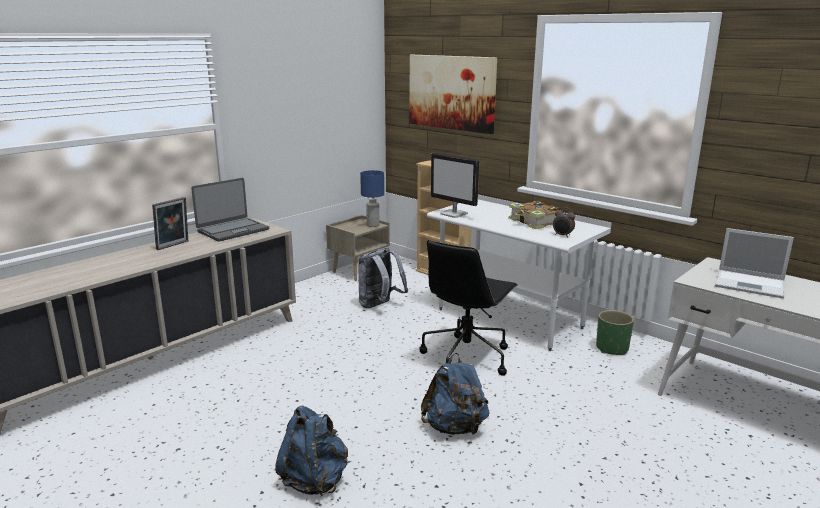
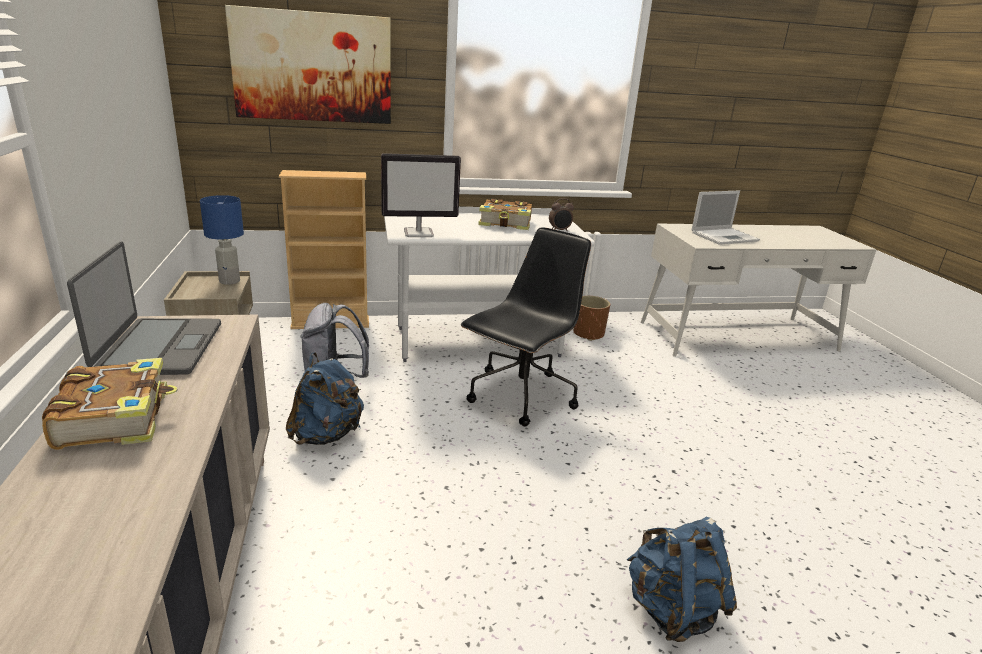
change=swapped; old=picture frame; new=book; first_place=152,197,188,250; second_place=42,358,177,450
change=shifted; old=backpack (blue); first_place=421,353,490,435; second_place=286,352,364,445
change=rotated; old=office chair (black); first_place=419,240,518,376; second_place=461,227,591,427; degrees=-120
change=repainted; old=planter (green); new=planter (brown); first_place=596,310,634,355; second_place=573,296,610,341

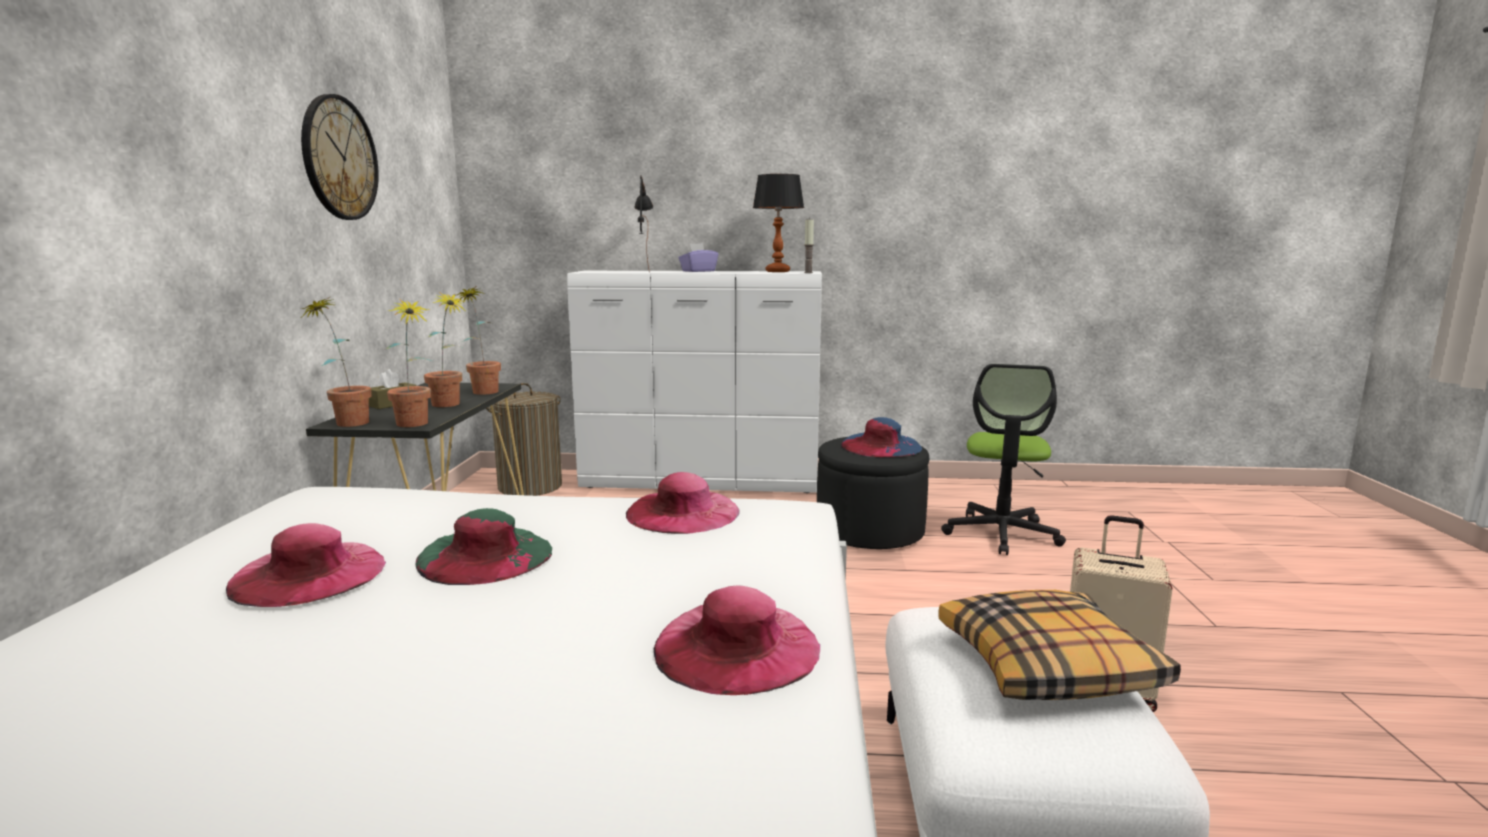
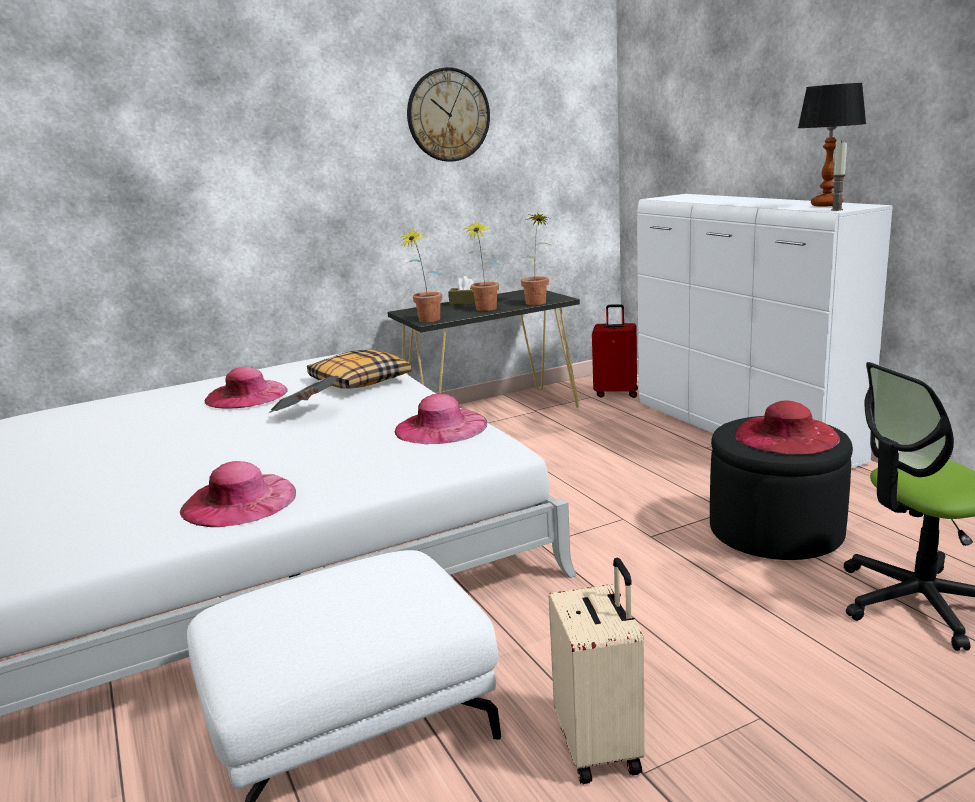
change=swapped; old=hat (green); new=newspaper; first_place=416,508,552,585; second_place=269,376,339,413
change=shifted; old=pillow; first_place=938,590,1181,700; second_place=307,350,411,388
change=swapped; old=laundry basket; new=suitcase (red); first_place=486,383,562,496; second_place=592,304,638,398
change=repainted; old=hat (blue); new=hat (red); first_place=841,417,923,457; second_place=735,400,840,455
change=gone; old=potted plant; first_place=300,296,372,427
change=gone; old=table lamp (black); first_place=634,175,653,269
change=gone; old=tissue box (purple); first_place=679,243,718,272

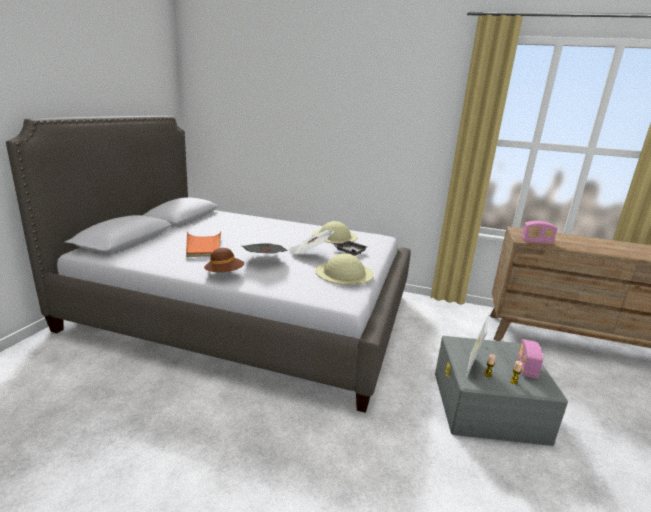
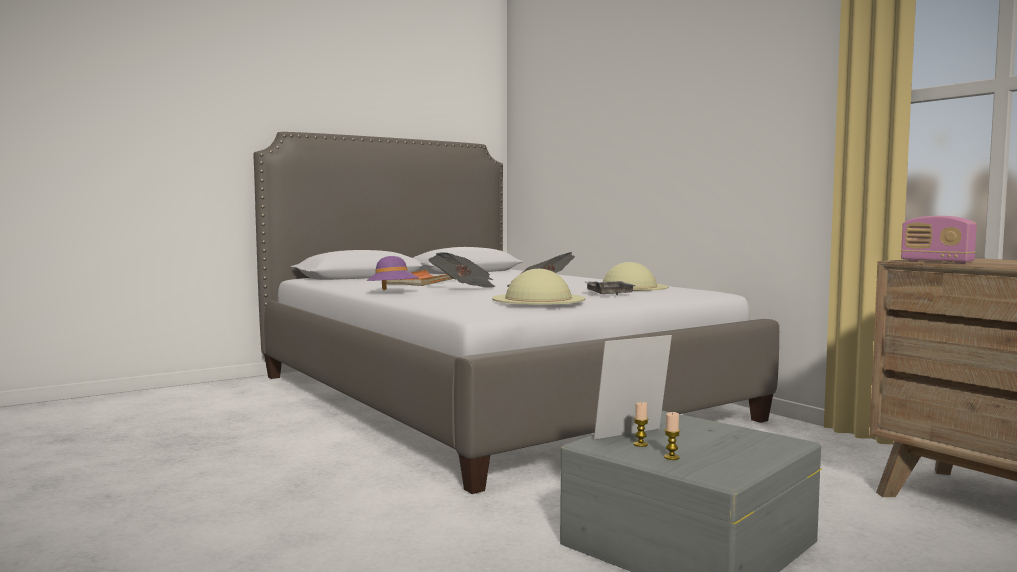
change=repainted; old=hat (brown); new=hat (purple); first_place=204,248,244,272; second_place=366,256,419,290
change=gone; old=radio; first_place=517,339,543,379

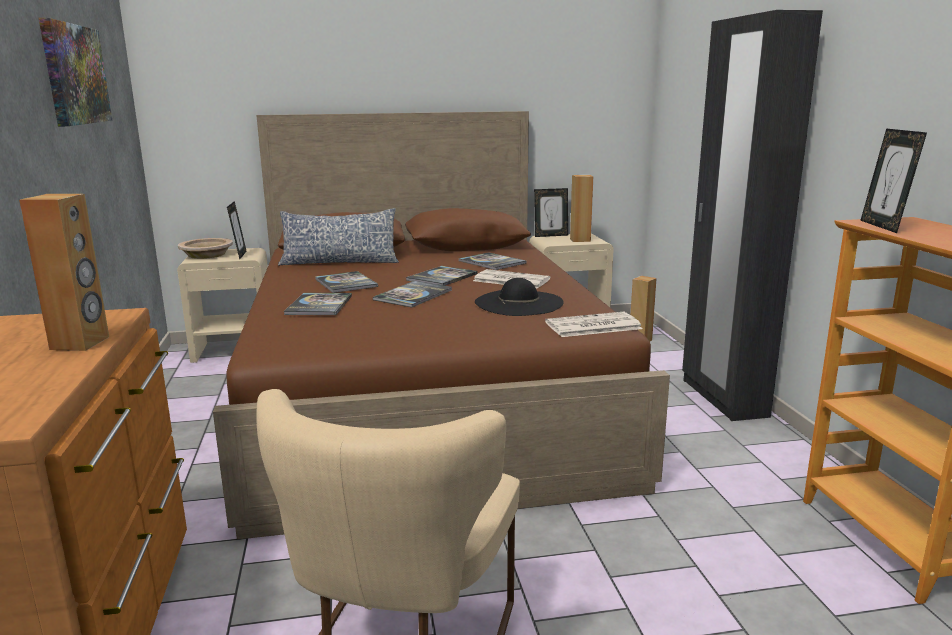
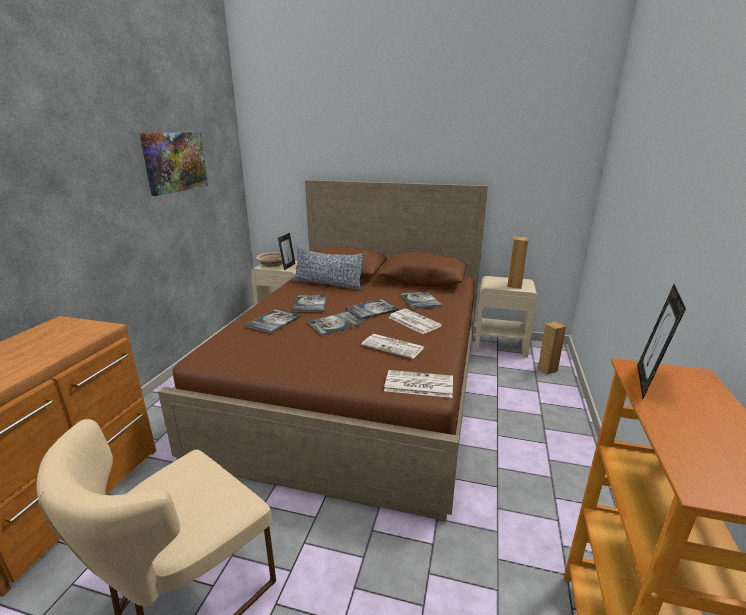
change=swapped; old=hat (black); new=newspaper; first_place=475,278,564,316; second_place=361,334,425,359
change=gone; old=speaker (brown); first_place=19,194,109,351
change=gone; old=picture frame; first_place=534,188,568,237
change=gone; old=wardrobe (black); first_place=682,10,823,421

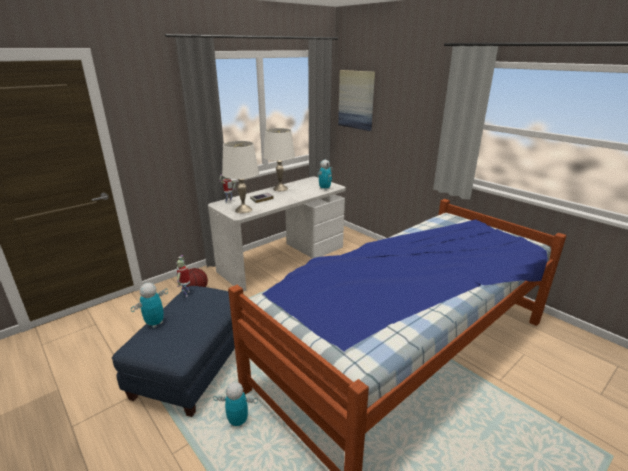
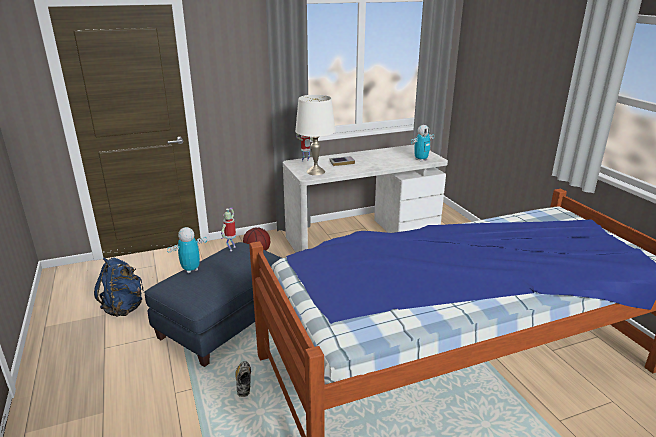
change=new; new=backpack (blue); second_place=94,257,143,317
change=swapped; old=toy robot; new=shoe; first_place=213,382,258,427; second_place=235,361,251,397
change=gone; old=table lamp (white); first_place=263,128,295,191
change=gone; old=picture; first_place=338,70,375,131

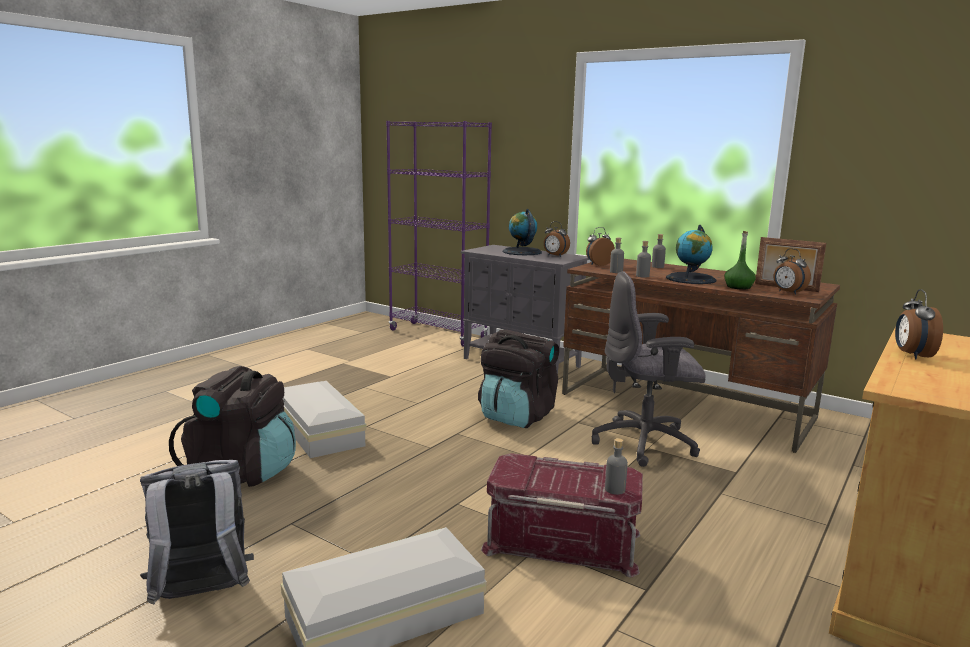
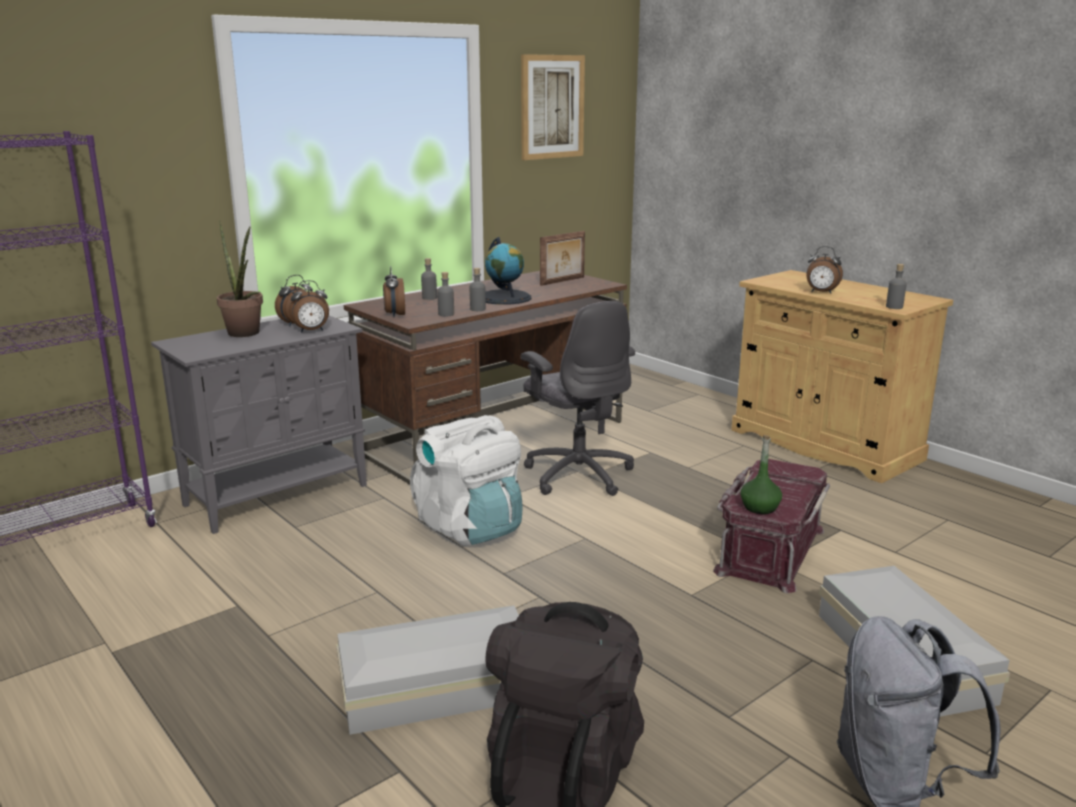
change=swapped; old=globe; new=potted plant; first_place=503,209,542,255; second_place=217,221,263,337
change=shifted; old=alarm clock; first_place=774,248,811,295; second_place=290,280,329,332
change=repainted; old=backpack (black); new=backpack (white); first_place=478,329,559,428; second_place=410,415,523,546
change=new; new=picture; second_place=521,54,585,160
change=rotated; old=office chair (grey); first_place=592,271,706,467; second_place=521,301,635,496; degrees=-45
change=shifted; old=bottle (green); first_place=725,231,756,290; second_place=740,435,782,514
change=shifted; old=bottle (grey); first_place=605,438,628,495; second_place=886,264,907,309

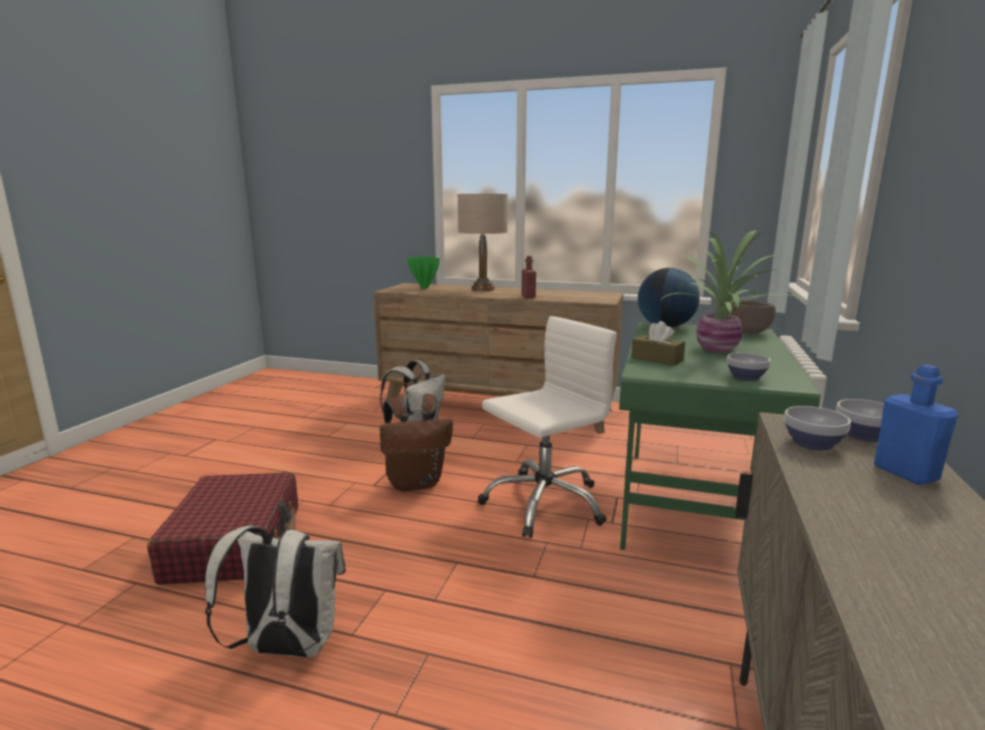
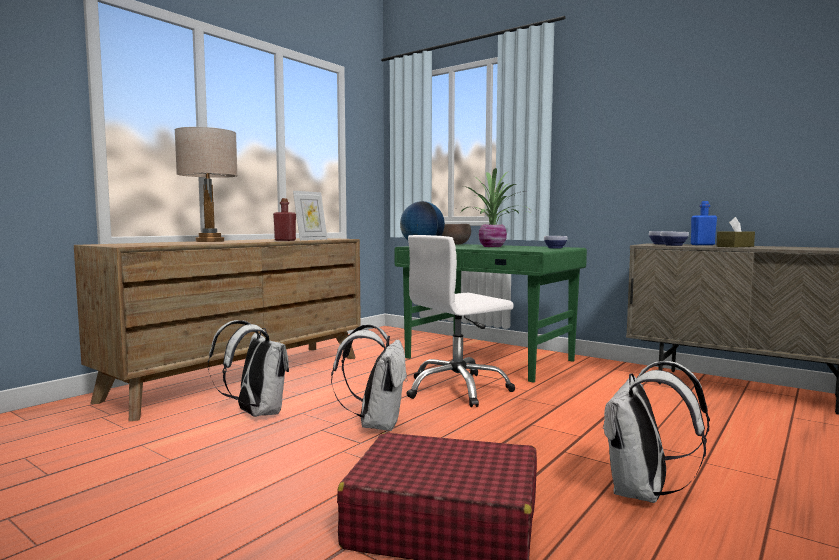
change=new; new=picture frame; second_place=293,191,327,240
change=repainted; old=backpack (brown); new=backpack (white); first_place=379,394,453,492; second_place=331,324,408,431
change=rotated; old=office chair (white); first_place=478,316,617,538; second_place=406,235,515,407; degrees=-105
change=shifted; old=tissue box (brown); first_place=631,321,685,366; second_place=716,217,755,248
change=gone; old=vase (green); first_place=407,257,440,289

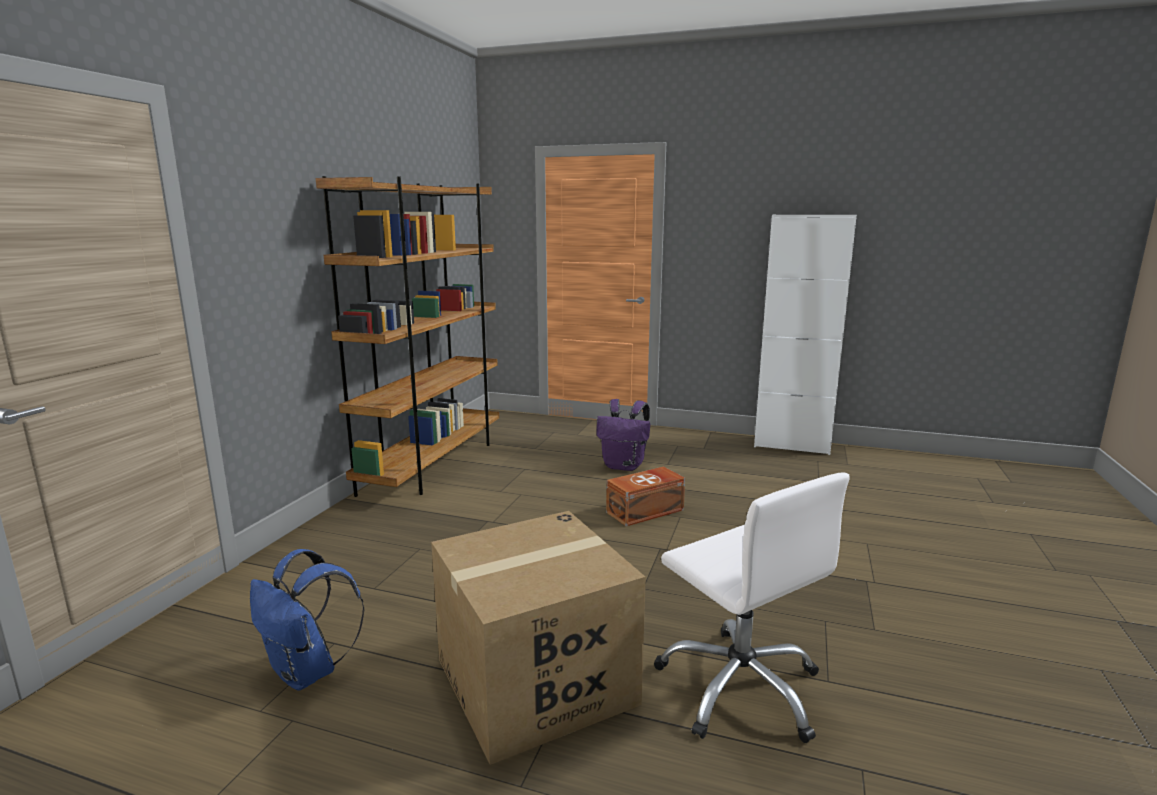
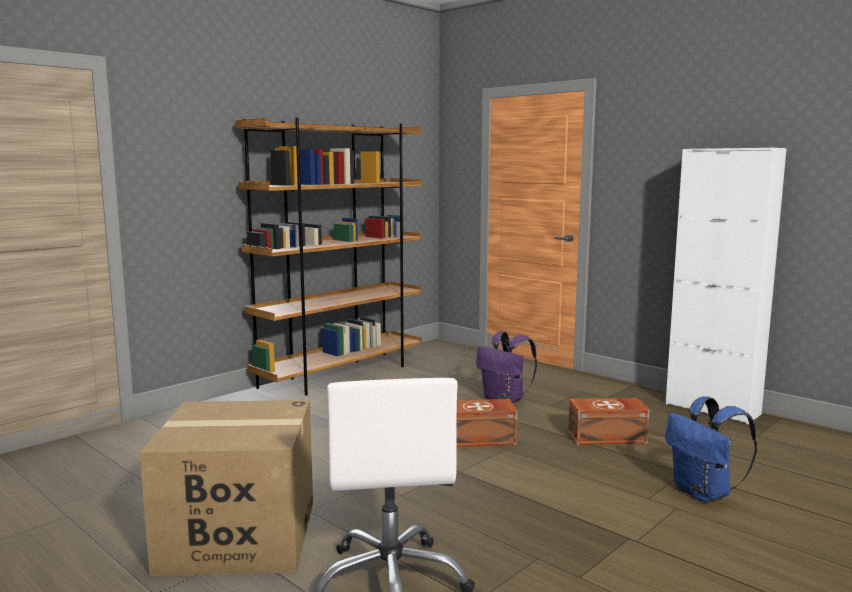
change=new; new=storage box (brown); second_place=568,398,650,445
change=shifted; old=backpack (blue); first_place=250,549,365,691; second_place=665,396,757,502

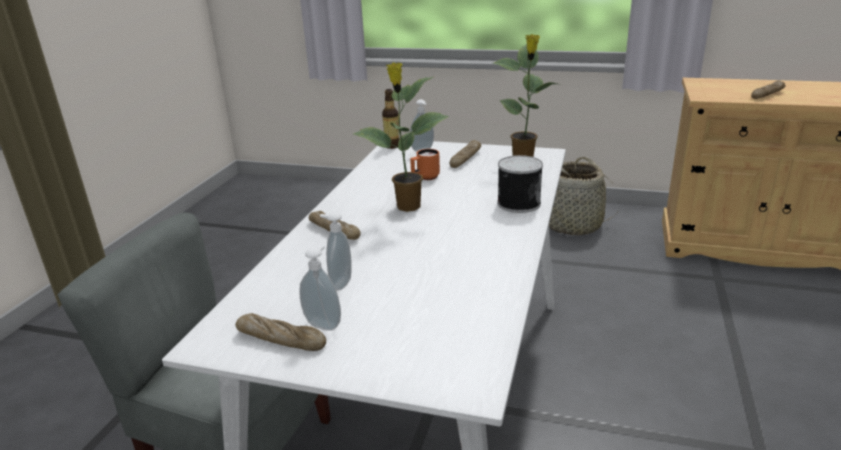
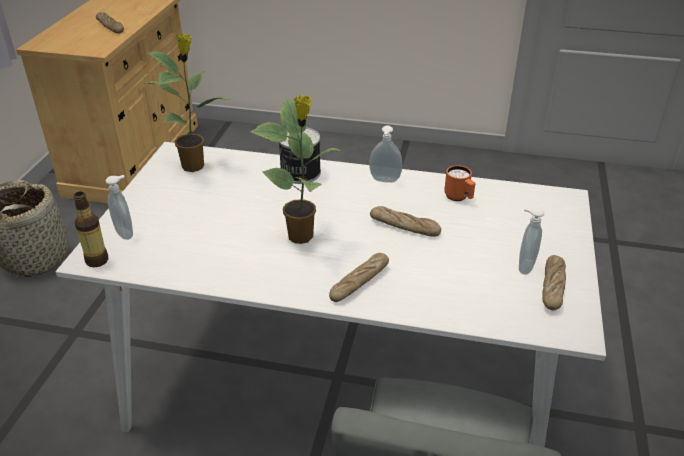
change=shifted; old=soap dispenser; first_place=320,212,351,291; second_place=370,125,402,183
change=shifted; old=bread; first_place=450,140,481,168; second_place=370,206,441,237
change=shifted; old=mug (orange); first_place=410,149,440,180; second_place=444,165,475,201

